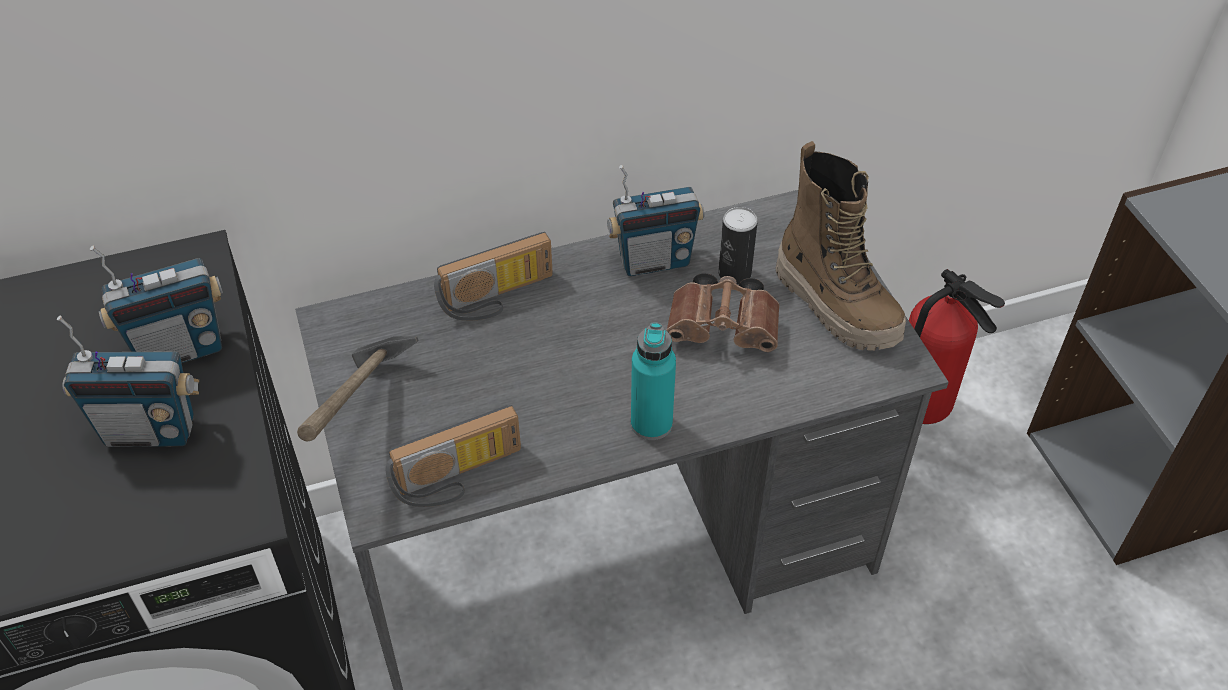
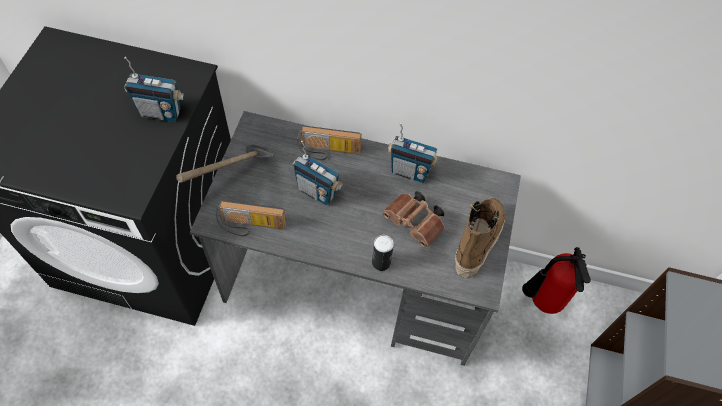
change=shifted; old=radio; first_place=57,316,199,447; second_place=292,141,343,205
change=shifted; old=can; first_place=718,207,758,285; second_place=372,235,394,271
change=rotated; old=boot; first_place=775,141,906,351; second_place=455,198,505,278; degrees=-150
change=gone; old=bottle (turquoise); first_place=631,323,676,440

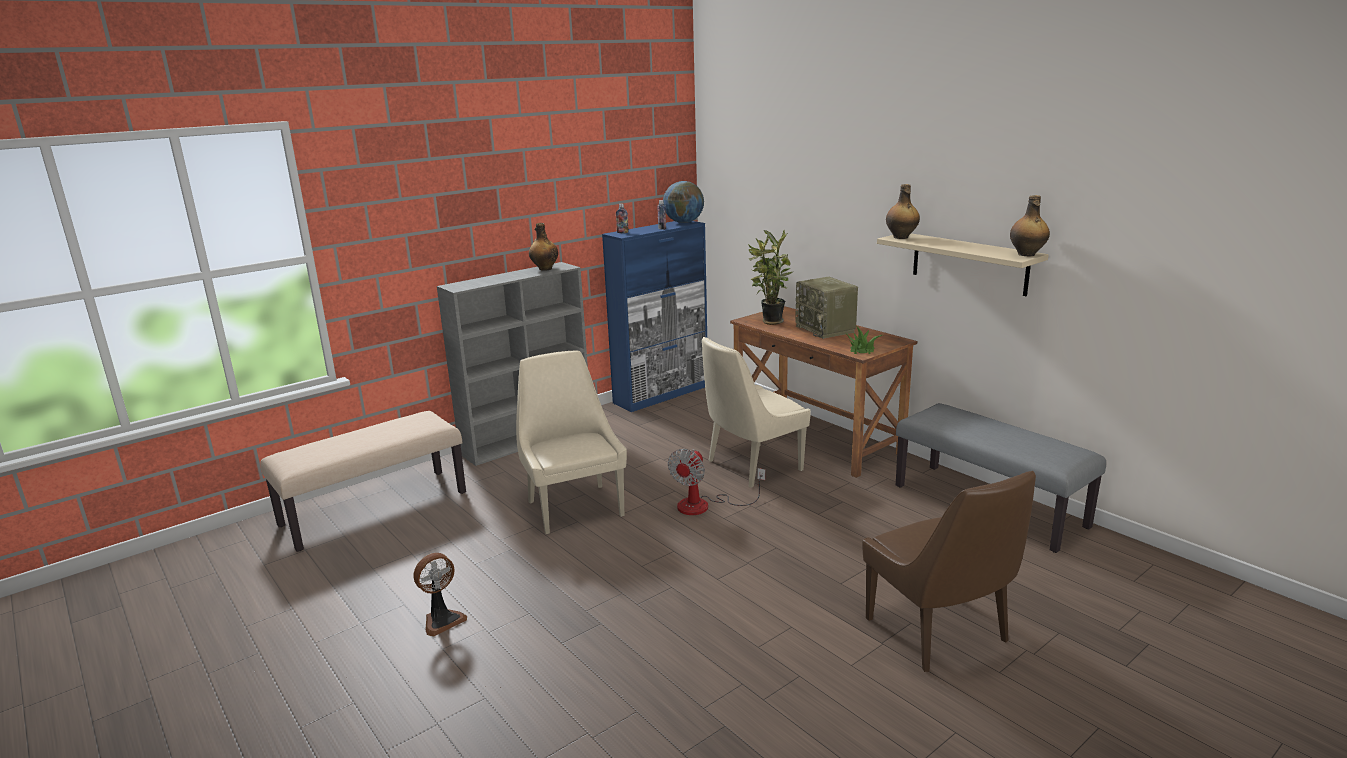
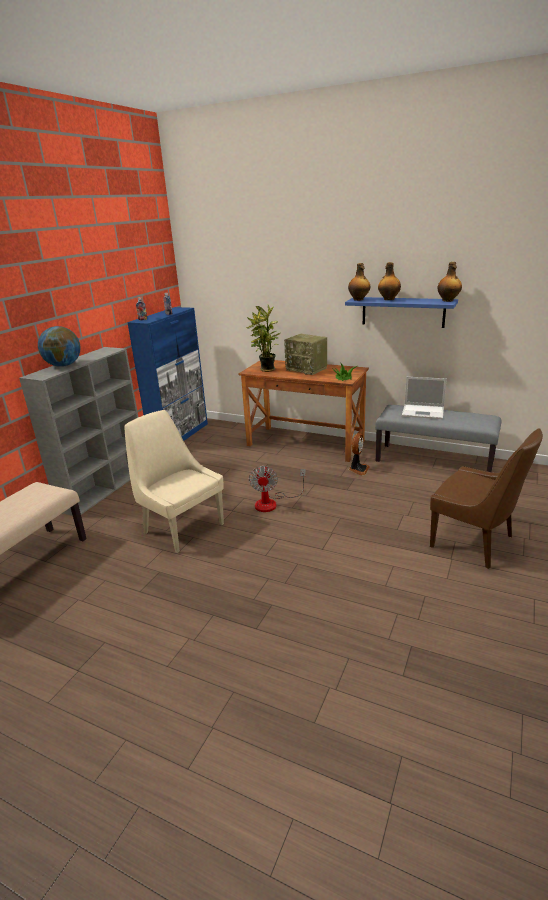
change=shifted; old=globe; first_place=663,181,704,223; second_place=38,326,81,367
change=repainted; old=shelf (beige); new=shelf (blue); first_place=877,233,1049,296; second_place=345,297,458,328
change=shifted; old=fan; first_place=413,553,467,636; second_place=349,433,370,475
change=shifted; old=bottle; first_place=529,223,558,271; second_place=378,262,401,300
change=new; new=laptop; second_place=402,377,447,419
change=gone; old=chair (beige); first_place=702,337,811,488

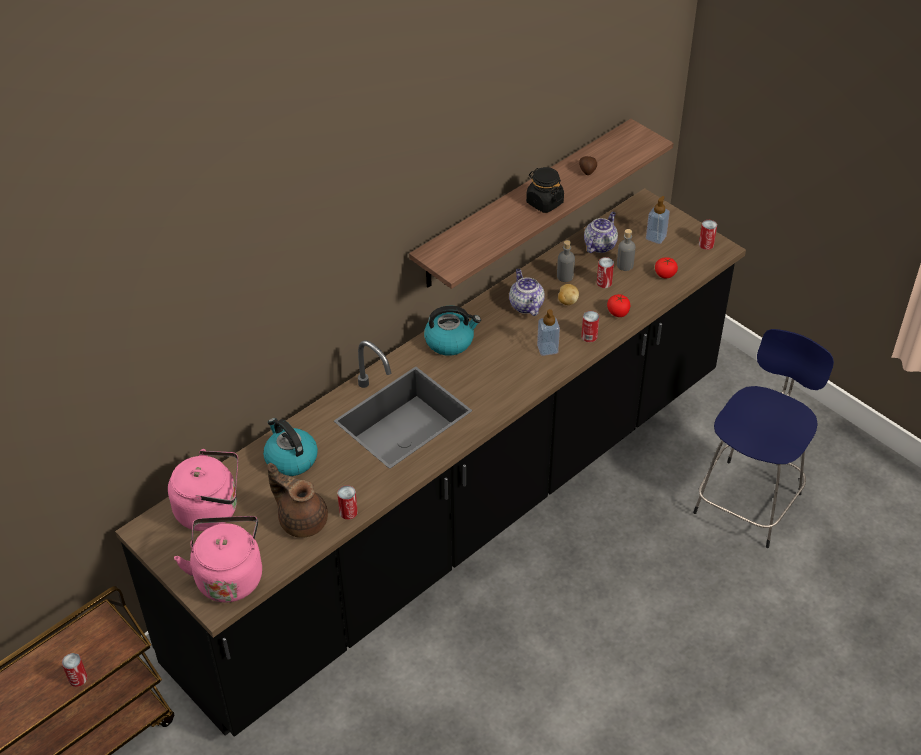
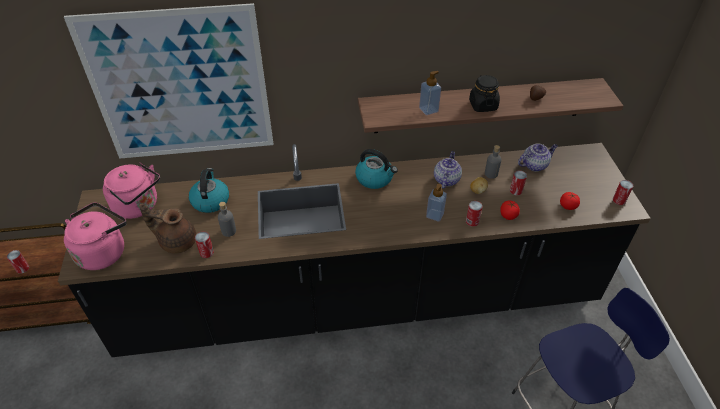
change=new; new=picture; second_place=64,3,274,159
change=rotated; old=teapot (brown); first_place=267,463,328,538; second_place=139,204,196,254; degrees=-60
change=shifted; old=bottle (grey); first_place=617,229,636,271; second_place=218,202,236,237
change=shifted; old=soap dispenser; first_place=646,196,670,244; second_place=419,71,441,115

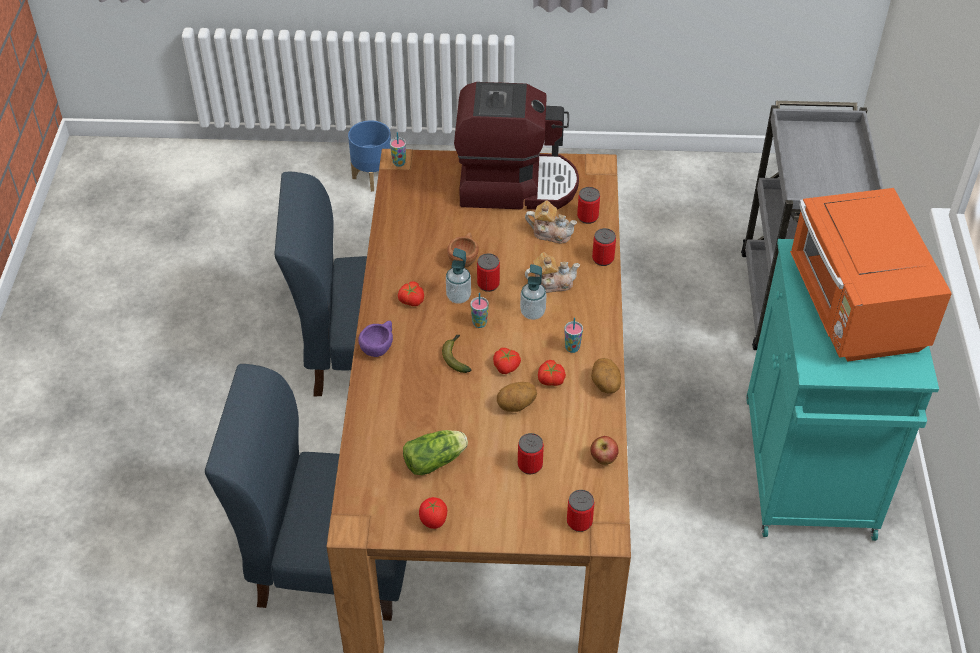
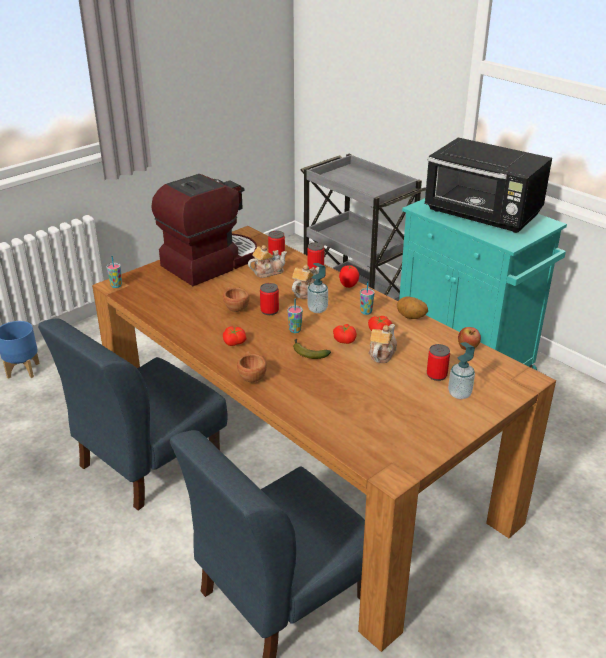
change=repainted; old=cup (purple); new=cup (brown); first_place=358,321,393,357; second_place=237,351,267,382
change=shifted; old=tomato; first_place=419,497,447,529; second_place=339,265,359,288
change=swapped; old=potato; new=teapot; first_place=497,382,537,412; second_place=368,324,397,363
change=repainted; old=microwave (orange); new=microwave (black); first_place=790,188,952,362; second_place=424,137,552,233
change=shifted; old=soap dispenser; first_place=446,248,471,304; second_place=448,342,475,399
change=gone; old=lettuce; first_place=403,430,468,475
change=gone; old=can; first_place=567,490,594,532

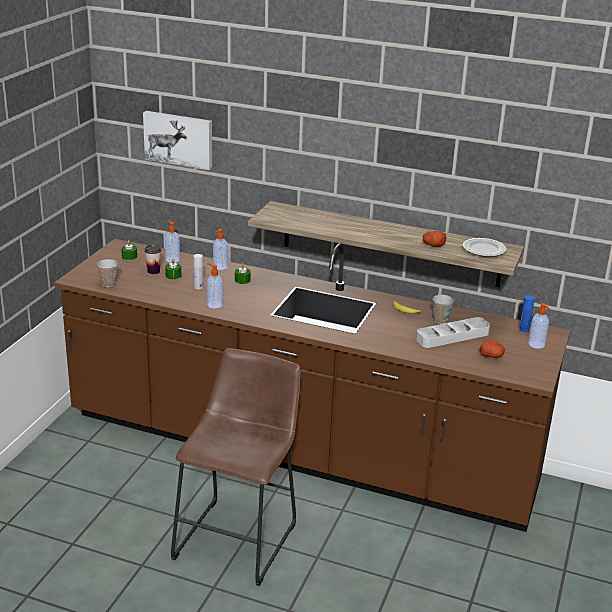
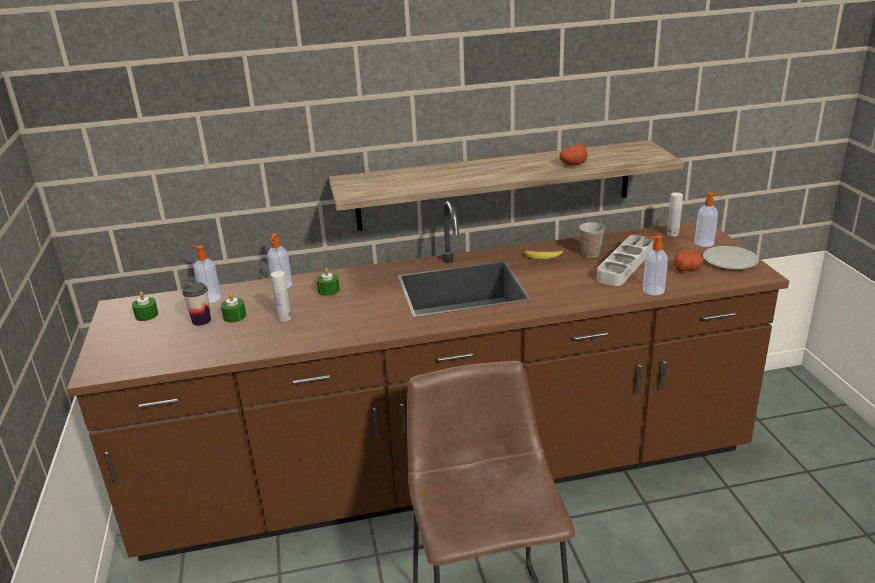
change=shifted; old=soap dispenser; first_place=207,263,223,309; second_place=643,235,668,296
change=repainted; old=bottle (blue); new=bottle (white); first_place=519,295,535,332; second_place=667,192,683,237
change=shifted; old=plate; first_place=463,238,507,257; second_place=703,246,759,270
change=gone; old=cup; first_place=97,259,118,287
change=gone; old=picture; first_place=143,111,212,170

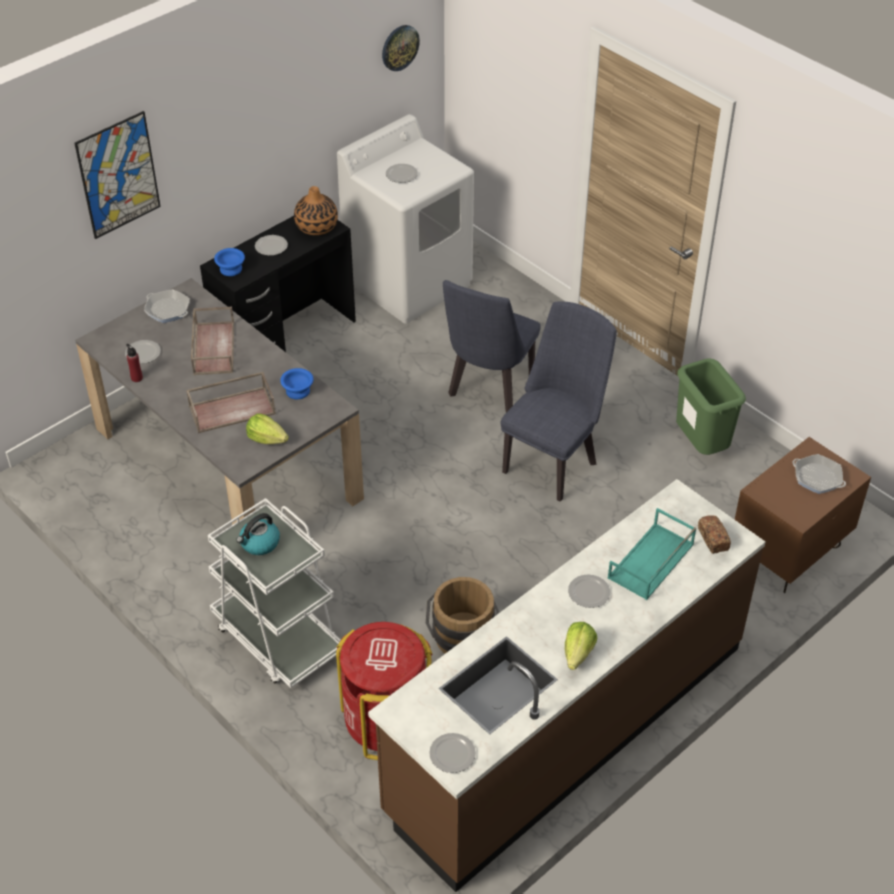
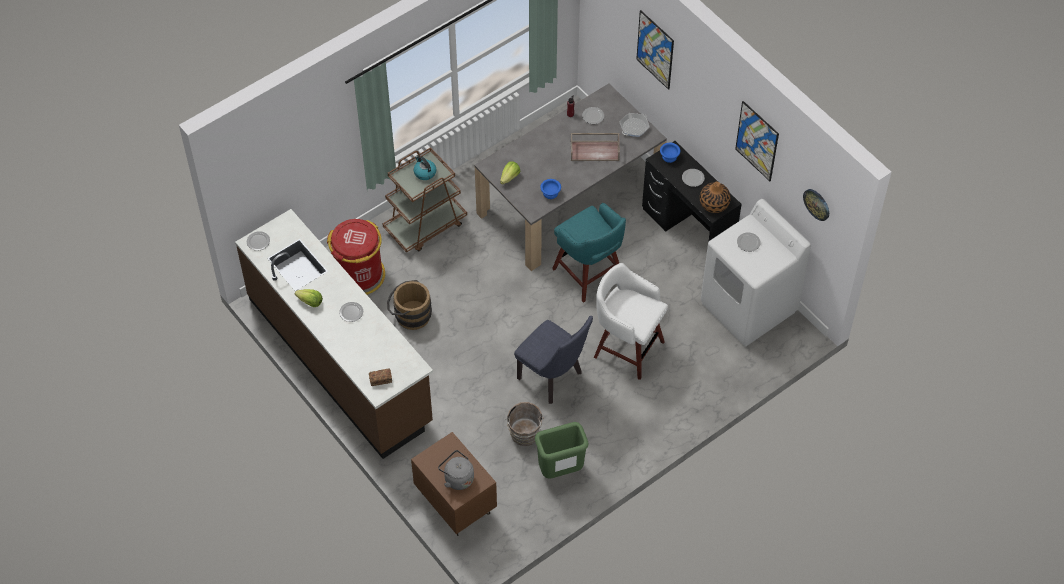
change=repainted; old=cart (white); new=cart (brown); first_place=208,498,341,688; second_place=383,147,467,253
change=swapped; old=frying pan; new=kettle (grey); first_place=793,454,846,494; second_place=438,450,474,490
change=new; new=bucket (brown); second_place=505,402,544,446
change=new; new=stool (turquoise); second_place=552,203,626,303
change=swapped; old=chair (blue); new=stool (white); first_place=443,280,541,412; second_place=594,263,668,380
change=new; new=picture; second_place=735,101,779,181
change=gone; old=tray (brown); first_place=186,372,276,433
change=gone; old=tray (turquoise); first_place=608,508,696,600

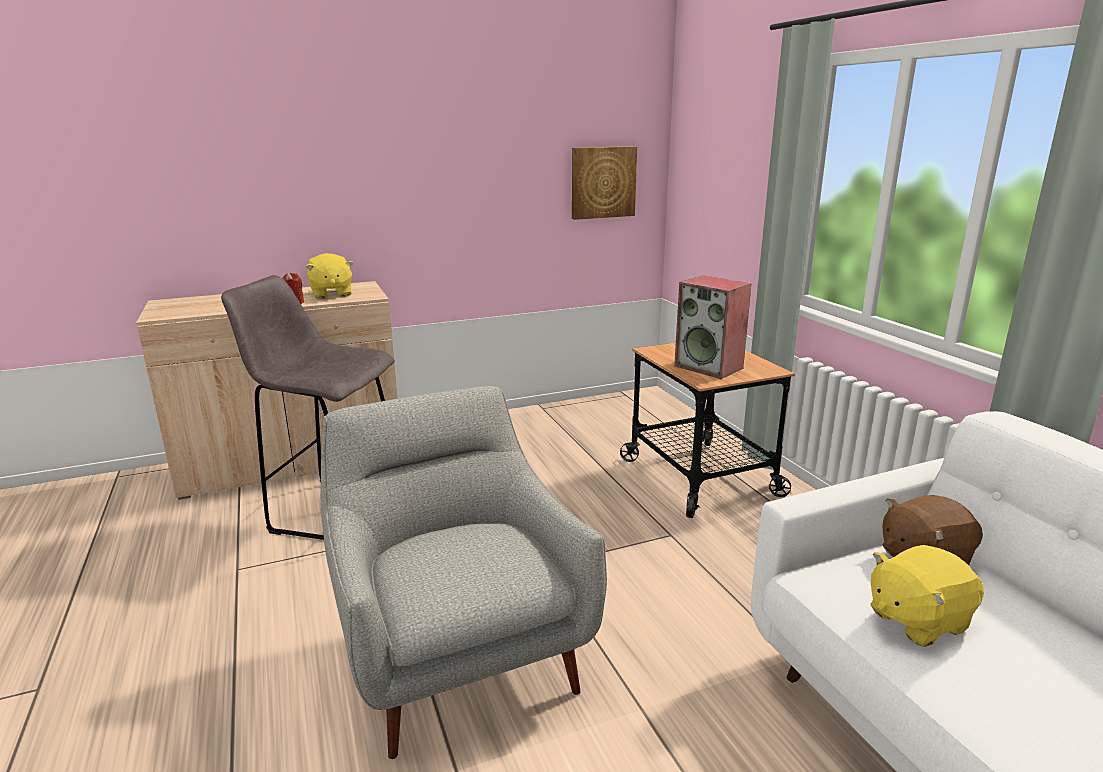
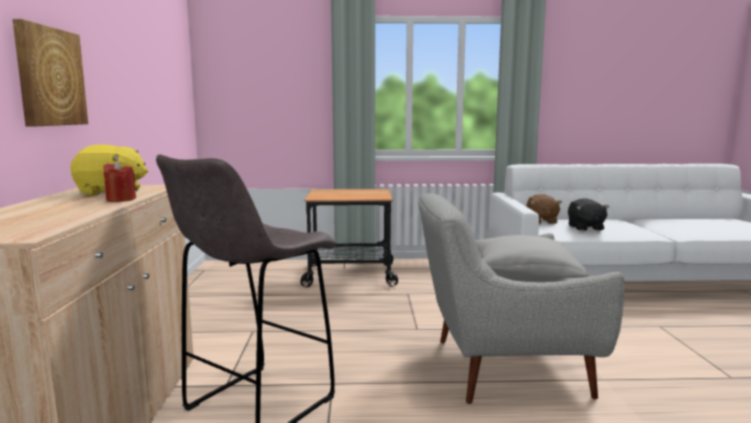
change=shifted; old=picture; first_place=572,146,637,220; second_place=12,19,88,127
change=new; new=pillow (grey); second_place=476,235,588,278
change=repainted; old=plush toy (yellow); new=plush toy (black); first_place=870,545,984,647; second_place=568,198,609,231
change=gone; old=speaker; first_place=674,276,752,379

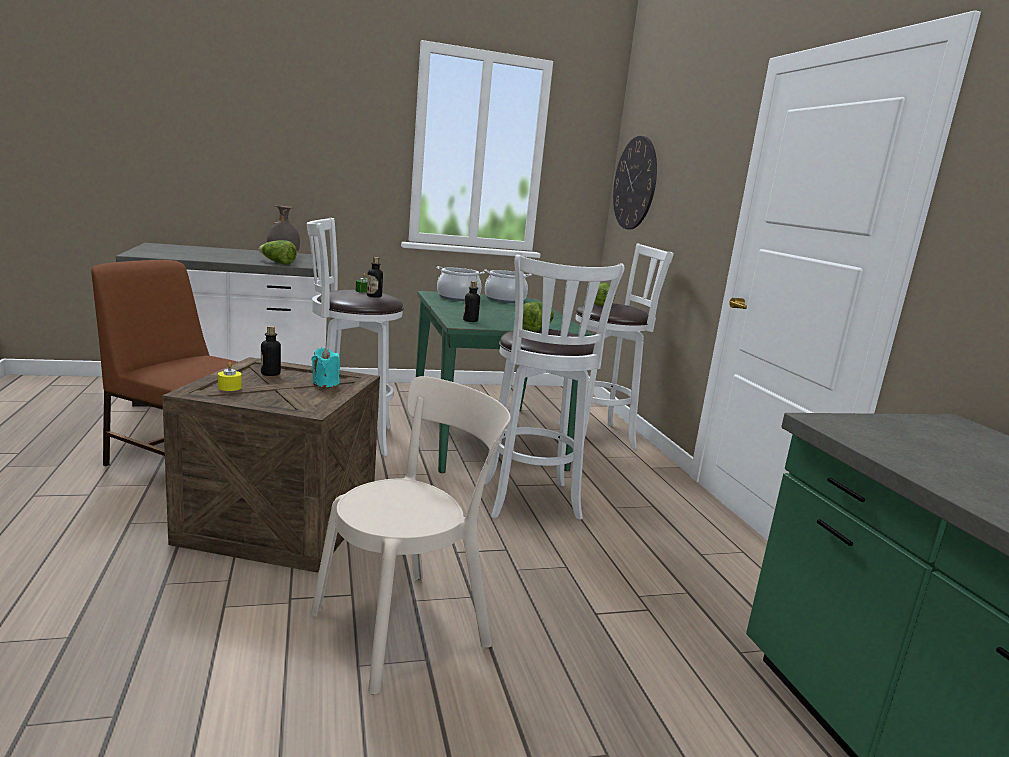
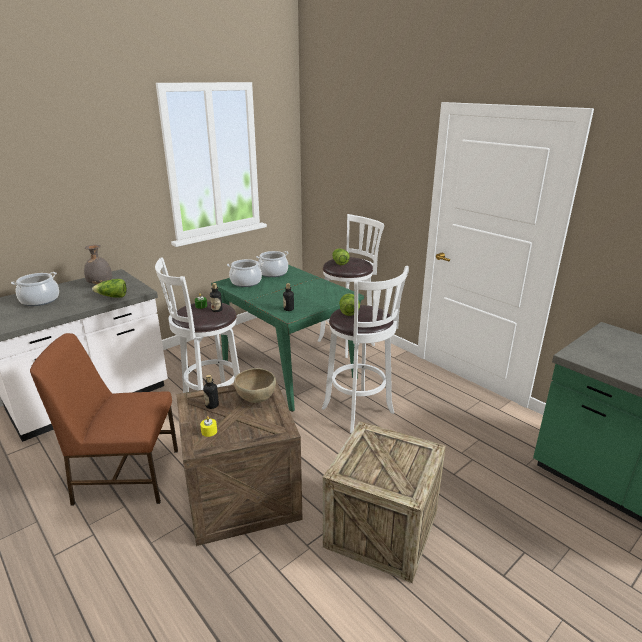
change=new; new=cooking pot; second_place=11,272,59,306
change=swapped; old=candle (turquoise); new=bowl (brown); first_place=312,348,340,387; second_place=234,368,276,403
change=swapped; old=chair (beige); new=crate; first_place=311,376,511,695; second_place=323,421,446,583
change=gone; old=wall clock; first_place=613,136,657,230

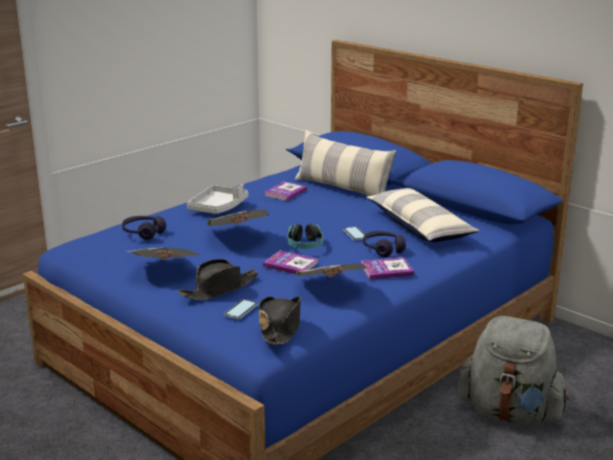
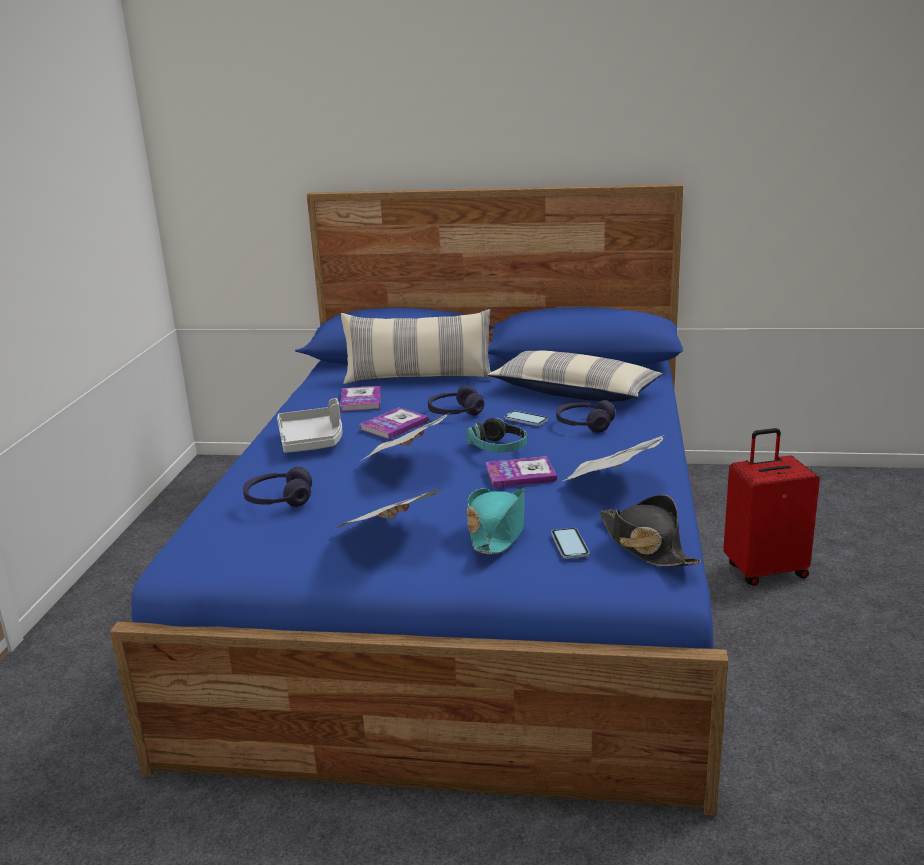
change=shifted; old=book; first_place=361,257,414,280; second_place=360,408,429,439
change=new; new=headphones (purple); second_place=428,385,484,416
change=repainted; old=hat (black); new=hat (turquoise); first_place=179,259,258,300; second_place=467,488,525,555
change=swapped; old=backpack (grey); new=suitcase (red); first_place=458,316,570,425; second_place=723,428,820,586

